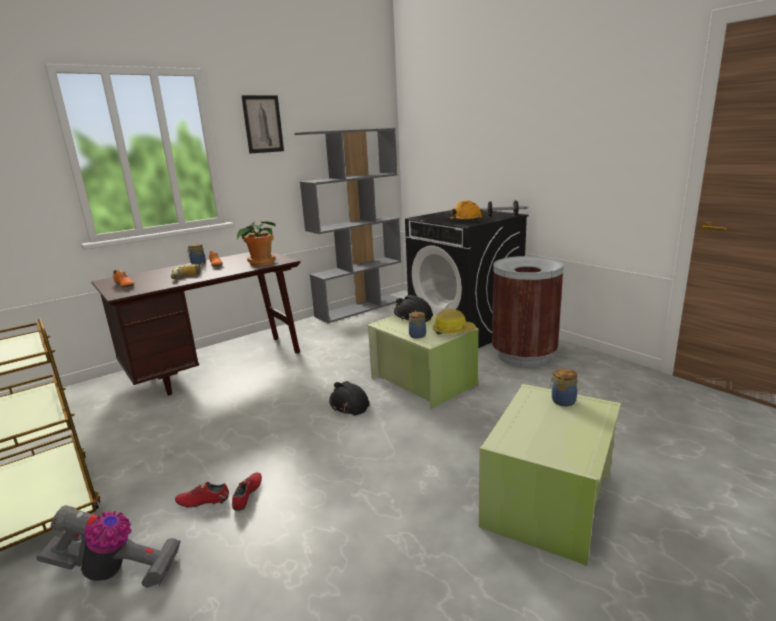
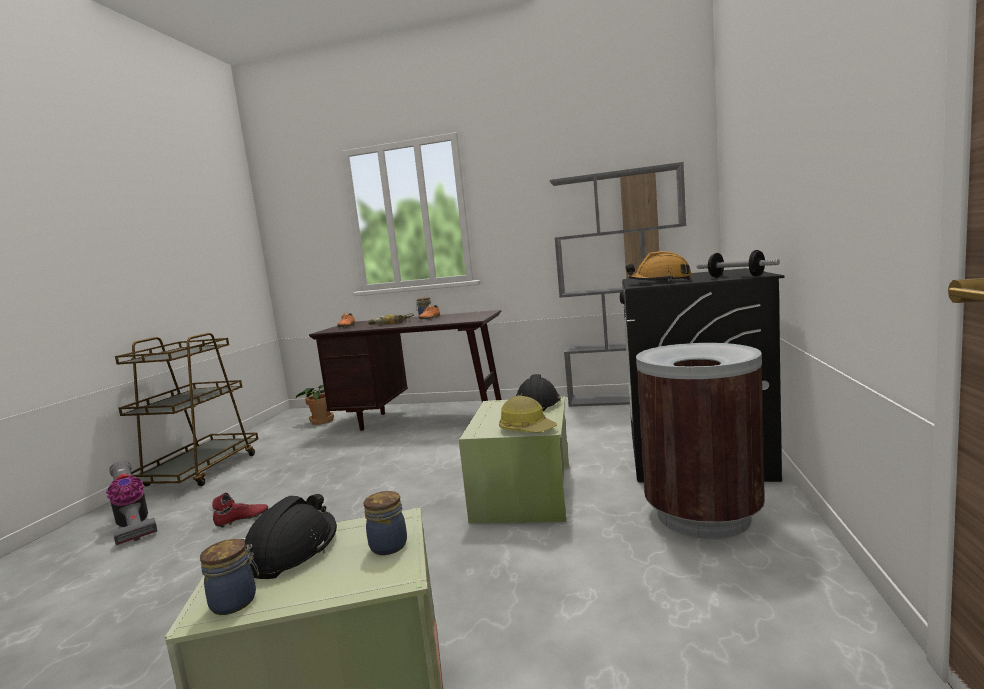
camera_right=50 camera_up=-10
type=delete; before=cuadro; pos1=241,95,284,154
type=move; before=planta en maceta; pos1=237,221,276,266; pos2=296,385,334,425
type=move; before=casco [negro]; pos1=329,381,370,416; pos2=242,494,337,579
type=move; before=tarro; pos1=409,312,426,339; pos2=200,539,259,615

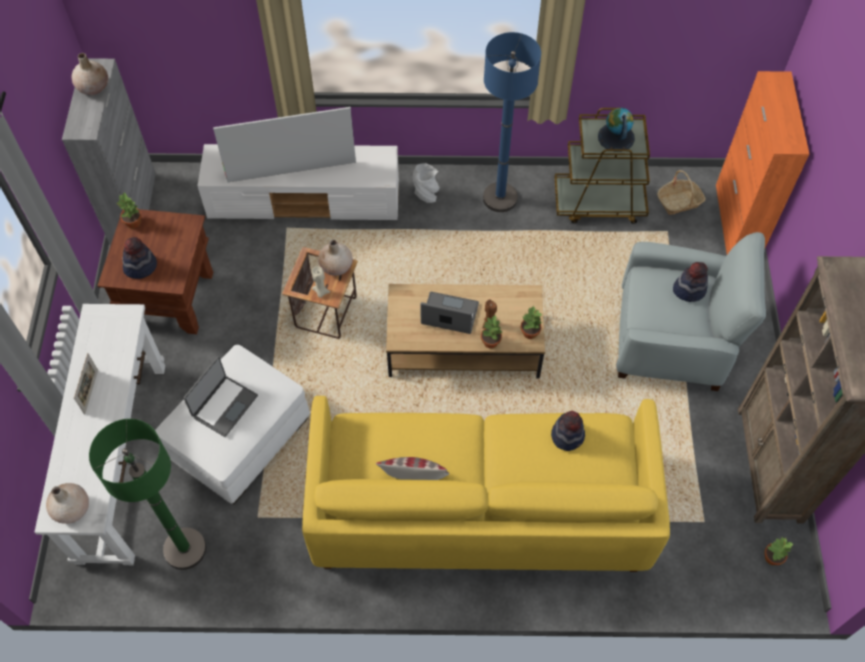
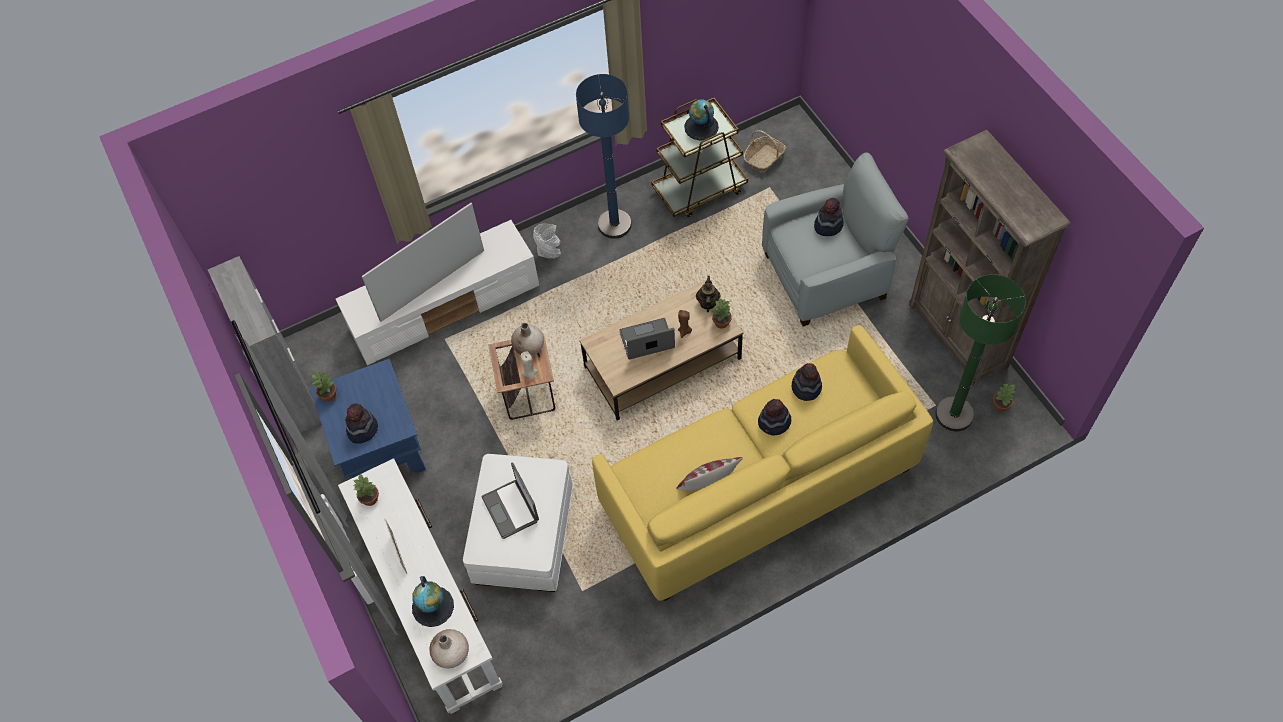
camera_right=-25 camera_up=0
type=delete; before=florero [beis]; pos1=71,53,108,95
type=delete; before=armario [naranja]; pos1=716,71,809,254
type=insert; after=globo terráqueo; pos2=412,576,454,627
type=insert; after=tetera; pos2=696,276,721,312
type=insert; after=sombrero; pos2=758,399,791,436
type=move; before=lámpara de pie [verde]; pos1=89,419,206,570; pos2=936,274,1026,432
type=move; before=planta en maceta; pos1=481,315,502,349; pos2=354,474,379,506
type=recolor; before=mesa auxiliar [marrón]; after=mesa auxiliar [azul]; pos1=97,209,213,334; pos2=310,359,426,478
type=rotate; before=portátil; pos1=183,356,258,437; pos2=481,462,539,539; turn=150

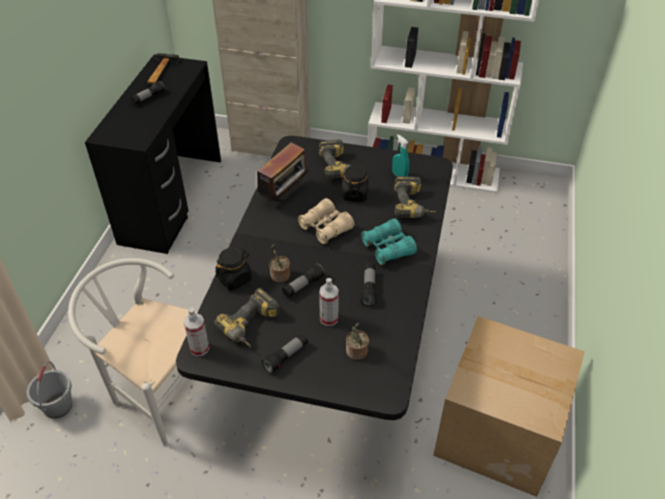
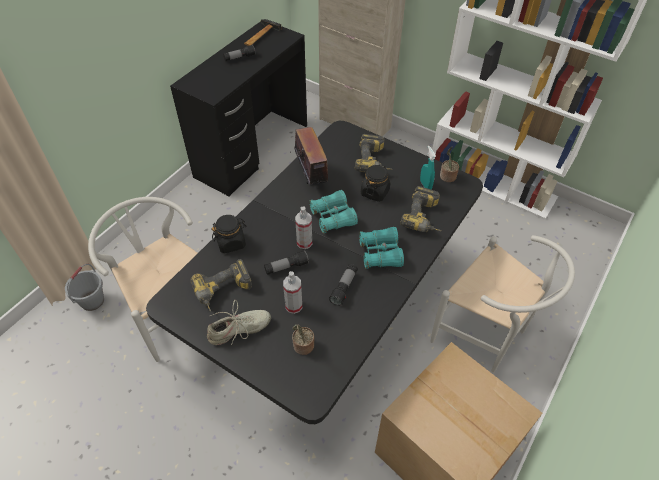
camera_right=20 camera_up=5
type=insert; after=silla [blanco]; pos2=430,235,575,373
type=move; before=pulverizador; pos1=184,308,210,356; pos2=295,206,312,249
type=move; before=planta en maceta; pos1=269,244,290,282; pos2=440,147,459,182
type=replace; before=linterna; after=zapato [beis]; pos1=261,333,308,374; pos2=207,300,271,345
type=recolor; before=prismáticos [beis]; after=prismáticos [turquesa]; pos1=297,198,354,244; pos2=309,190,358,233
type=rotate; before=radio; pos1=257,142,311,201; pos2=290,127,329,190; turn=-75

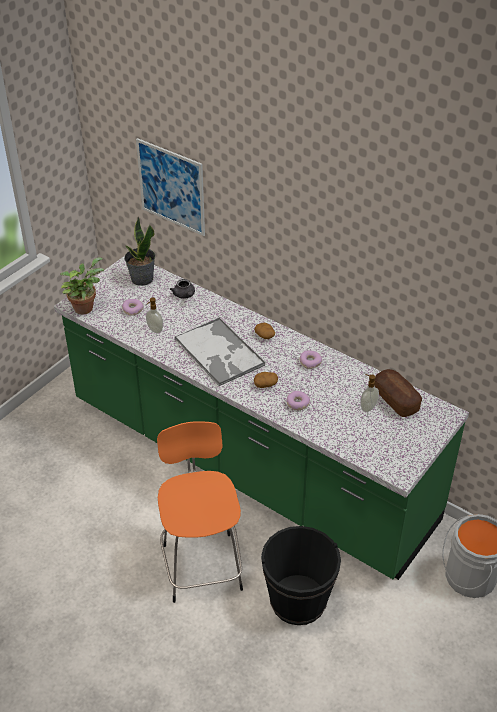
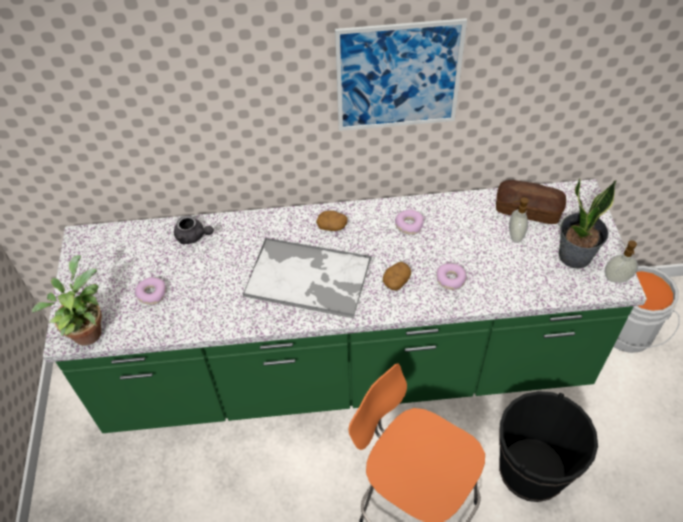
camera_right=-40 camera_up=10
type=move; before=planta en maceta; pos1=124,217,155,286; pos2=559,178,617,269
type=move; before=cuadro; pos1=136,138,205,236; pos2=335,18,467,131
type=move; before=dispensador de jabón; pos1=146,298,163,333; pos2=604,240,638,283

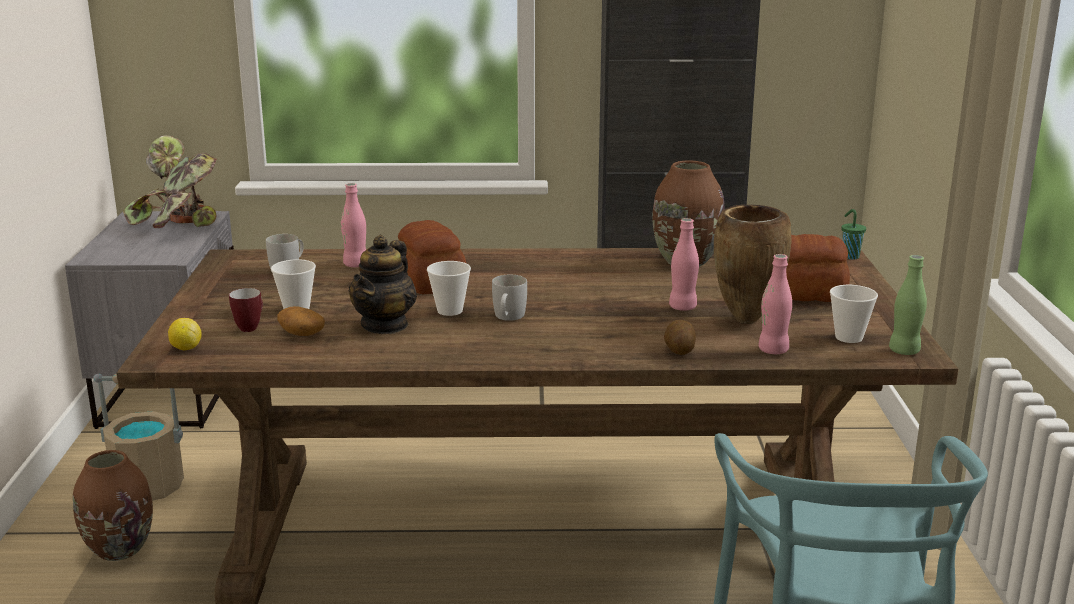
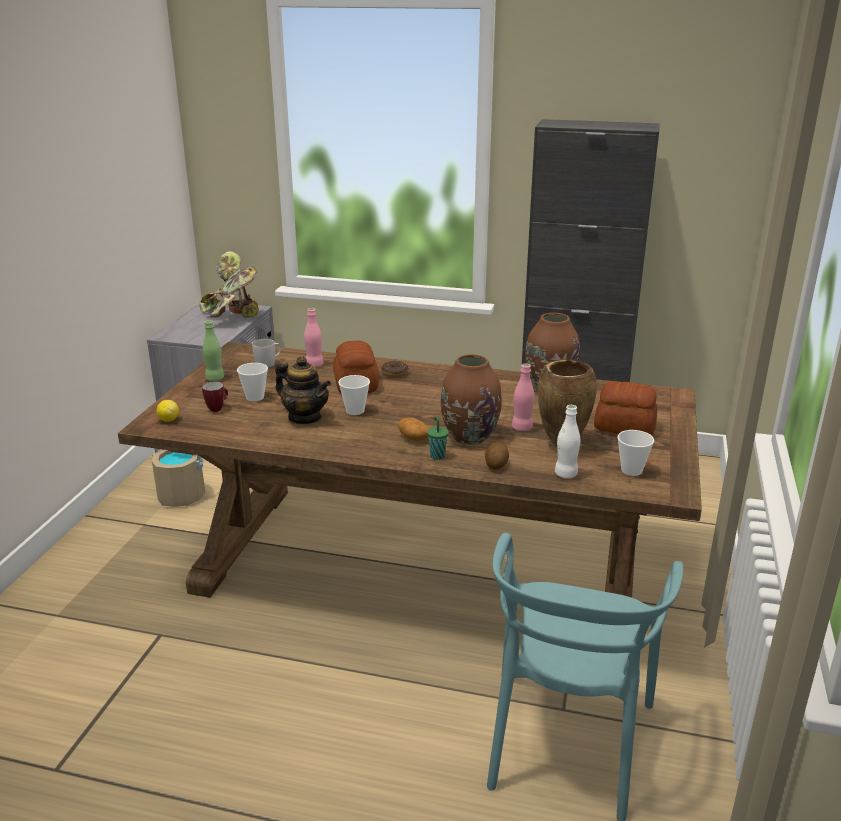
camera_right=15 camera_up=5
type=delete; before=taza grande [blanco]; pos1=492,275,527,321
type=insert; after=rosquilla; pos2=381,361,408,378
type=move; before=florero [marrón]; pos1=73,450,153,561; pos2=441,354,502,445
type=move; before=patata; pos1=277,306,325,336; pos2=398,418,430,441
type=move; before=taza [verde]; pos1=842,209,866,260; pos2=427,416,449,460
type=move; before=botella [verde]; pos1=889,255,927,355; pos2=202,320,224,381
type=recolor; before=botella [rosa]; after=botella [blanco]; pos1=758,254,792,354; pos2=555,405,580,479
type=rotate; before=tetera; pos1=349,235,417,334; pos2=275,356,331,424; turn=-90

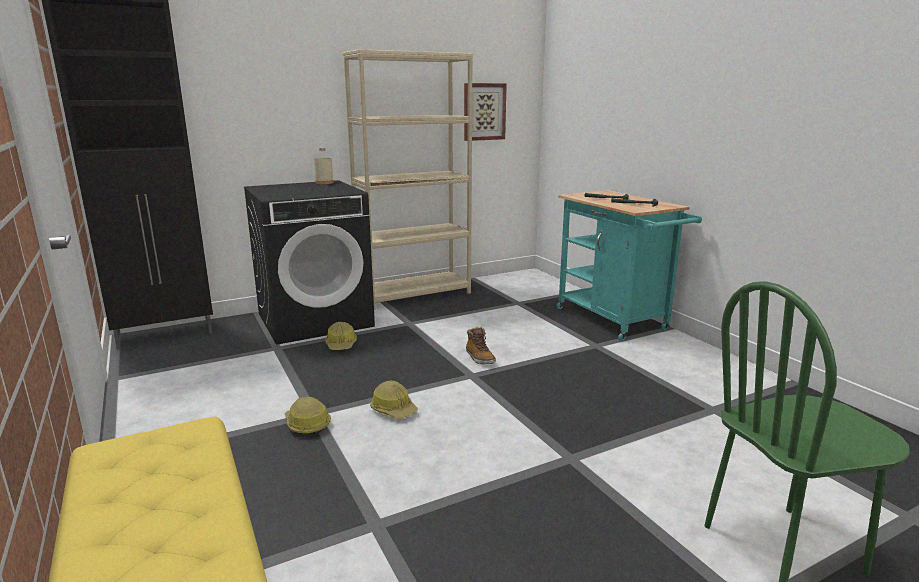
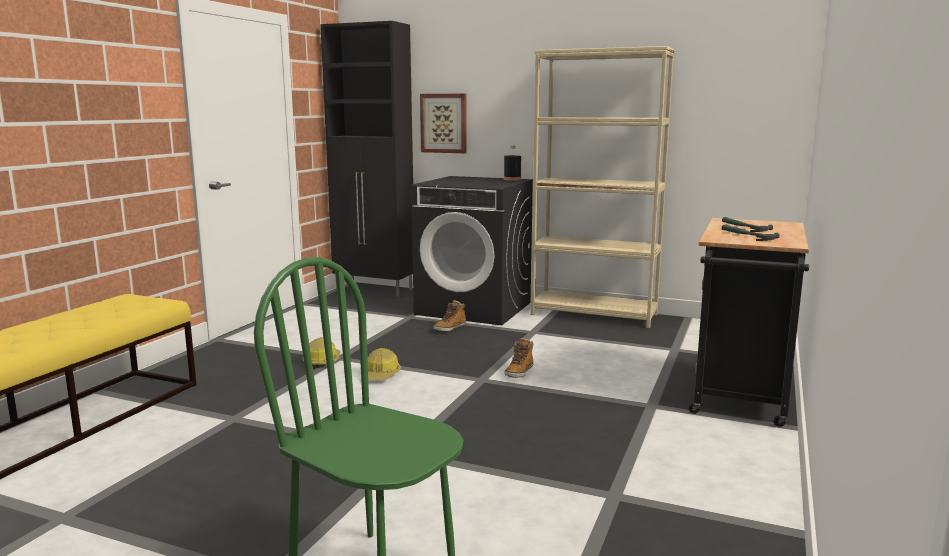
camera_right=50 camera_up=-5
type=move; before=cuadro; pos1=464,83,507,141; pos2=420,94,467,153
type=replace; before=casco; after=bota; pos1=325,322,357,350; pos2=433,300,466,332
type=recolor; before=botella [beis]; after=botella [negro]; pos1=314,148,334,184; pos2=504,146,521,181
type=recolor; before=carrito [turquesa]; after=carrito [negro]; pos1=556,190,702,341; pos2=689,218,809,427

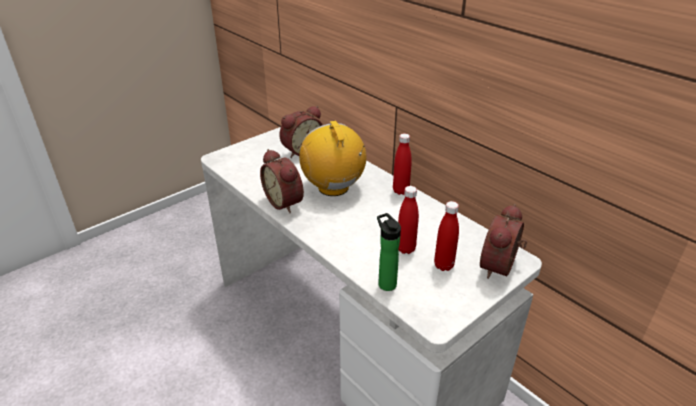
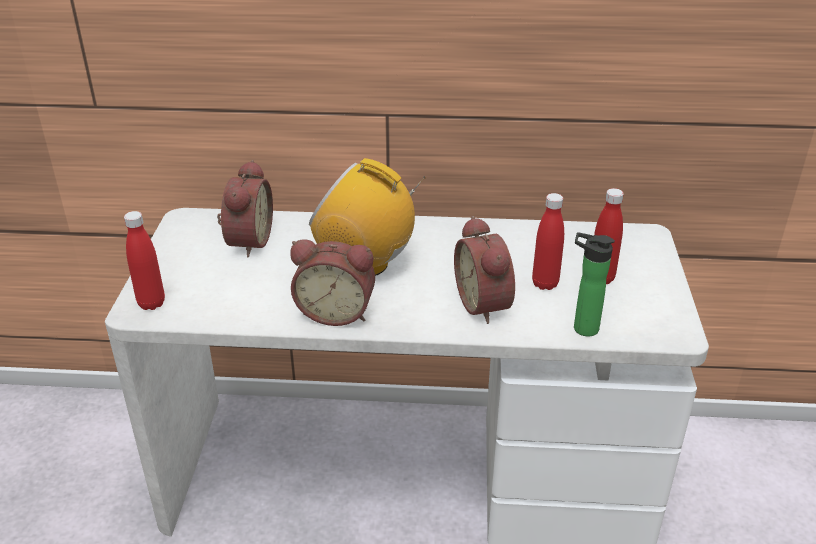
camera_right=-45 camera_up=0
type=move; before=botella [rojo]; pos1=393,134,412,195; pos2=124,211,165,310
type=move; before=despertador; pos1=480,204,527,279; pos2=454,216,515,324

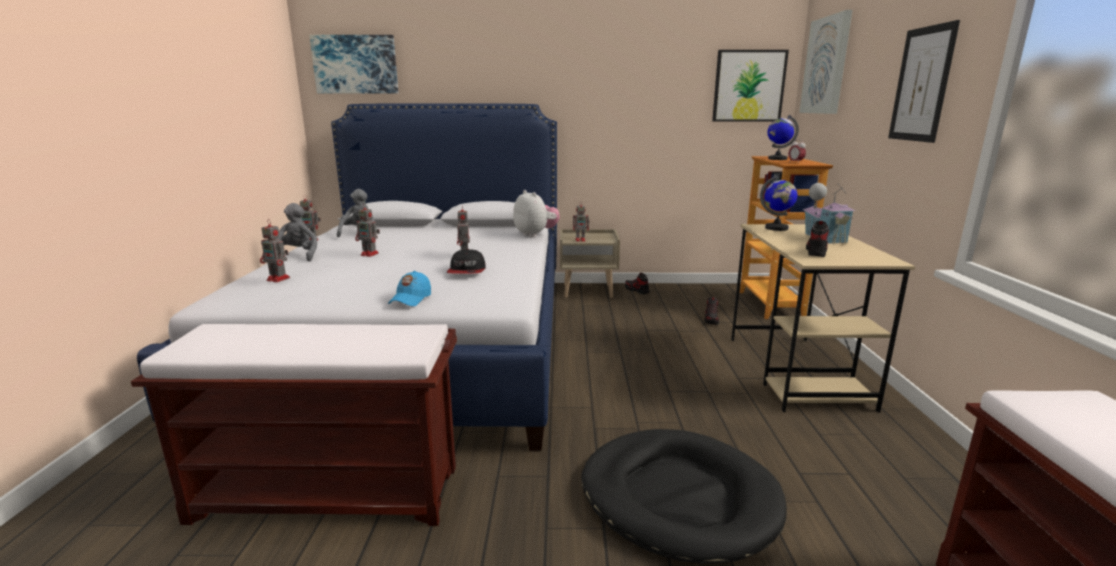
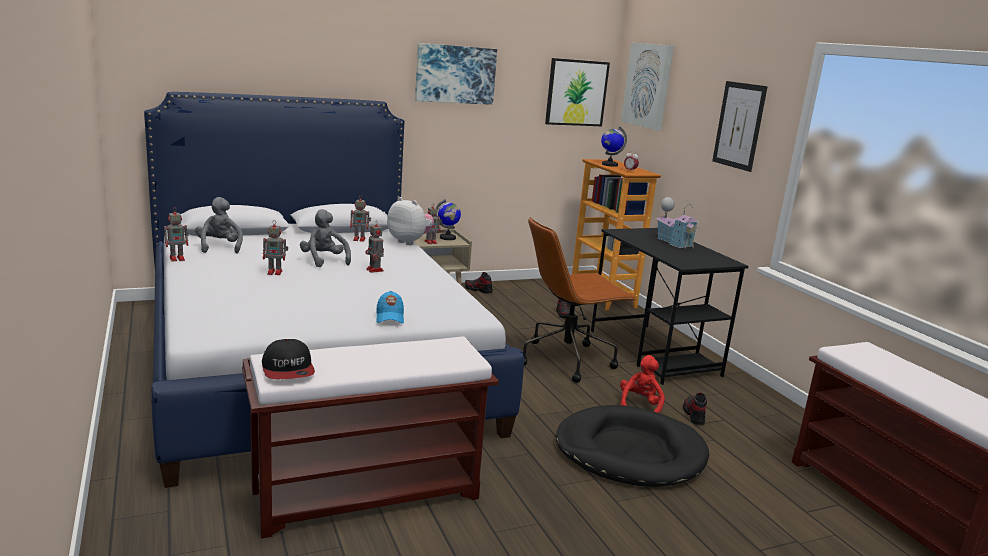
camera_right=-25 camera_up=0
type=insert; after=silla de oficina [marrón]; pos2=523,217,637,383
type=insert; after=peluche [rojo]; pos2=620,355,665,413
type=move; before=robot de juguete; pos1=260,220,290,282; pos2=350,197,371,242
type=move; before=peluche [gris]; pos1=276,203,317,261; pos2=300,209,351,267
type=move; before=cuadro; pos1=309,35,398,94; pos2=415,43,497,105
type=move; before=gorra; pos1=447,249,486,274; pos2=262,339,315,379
type=move; before=globo terráqueo; pos1=760,176,797,231; pos2=436,199,461,240
type=move; before=zapato; pos1=806,221,829,257; pos2=683,392,707,425
type=recolor; before=escritorio [beis]; after=escritorio [negro]; pos1=731,224,915,413; pos2=591,228,748,385

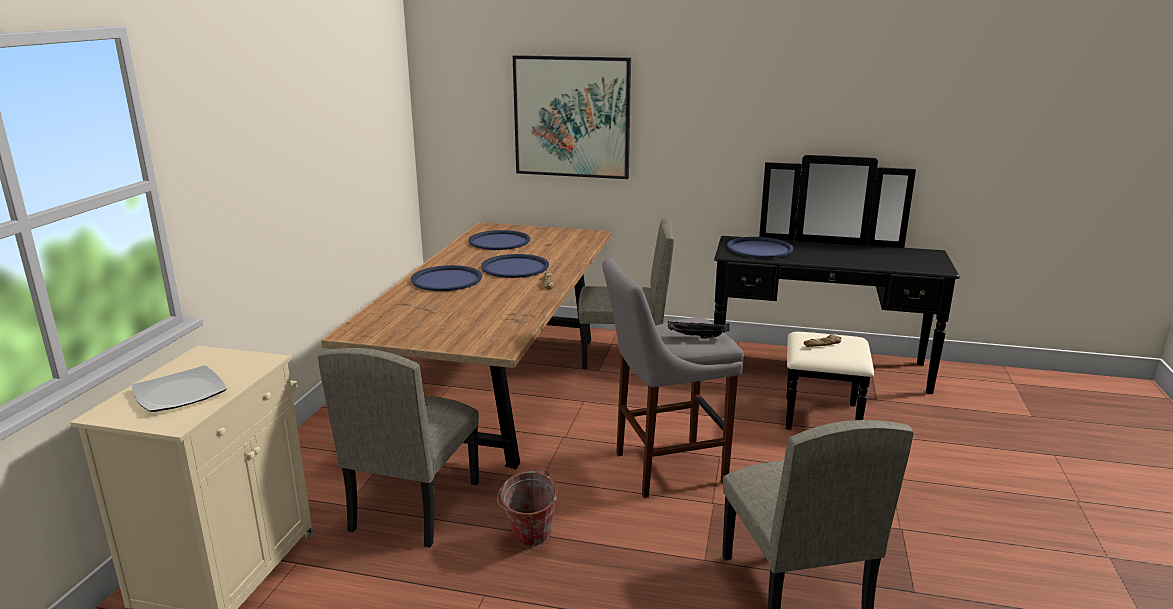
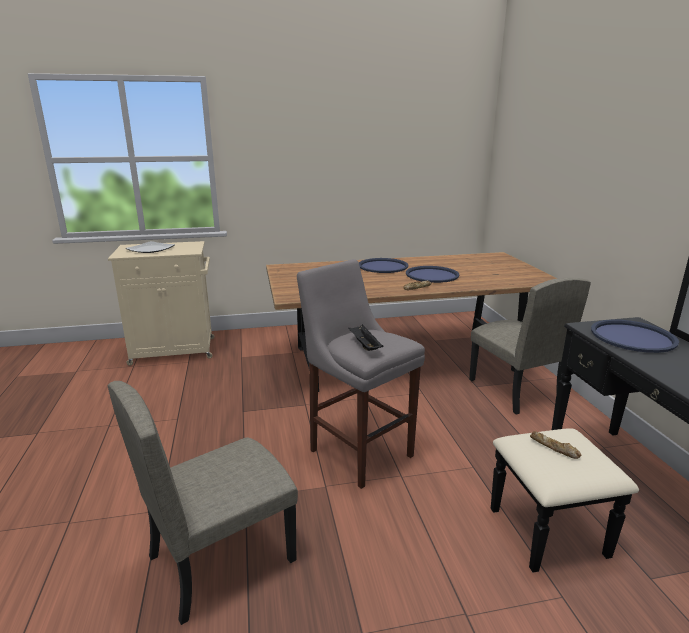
camera_right=65 camera_up=0
type=delete; before=silla [beis]; pos1=318,348,479,548
type=delete; before=bandeja [azul]; pos1=468,230,530,250
type=delete; before=cubo; pos1=497,471,558,546
type=delete; before=cuadro; pos1=513,55,631,179

